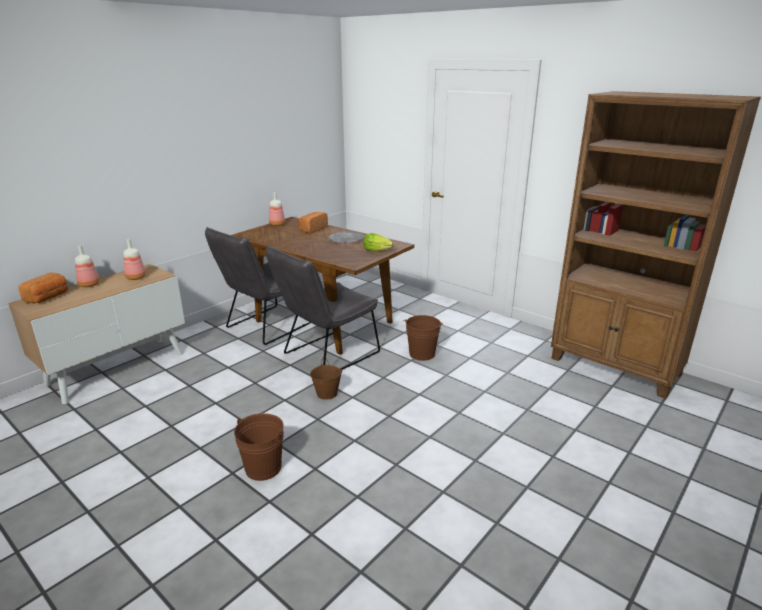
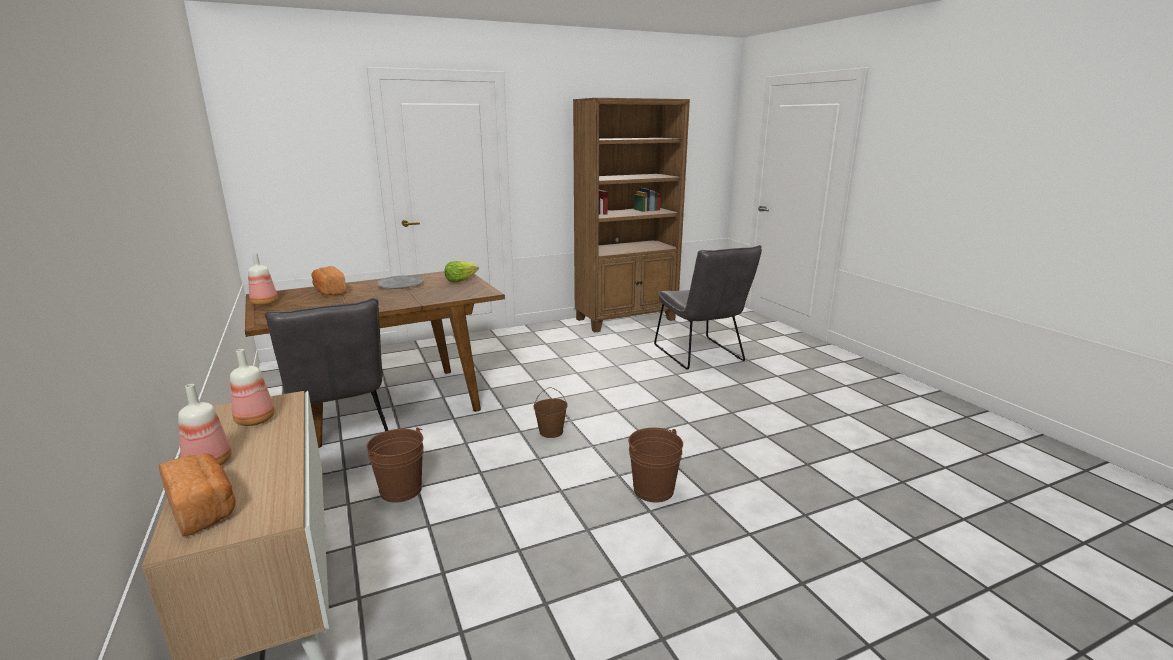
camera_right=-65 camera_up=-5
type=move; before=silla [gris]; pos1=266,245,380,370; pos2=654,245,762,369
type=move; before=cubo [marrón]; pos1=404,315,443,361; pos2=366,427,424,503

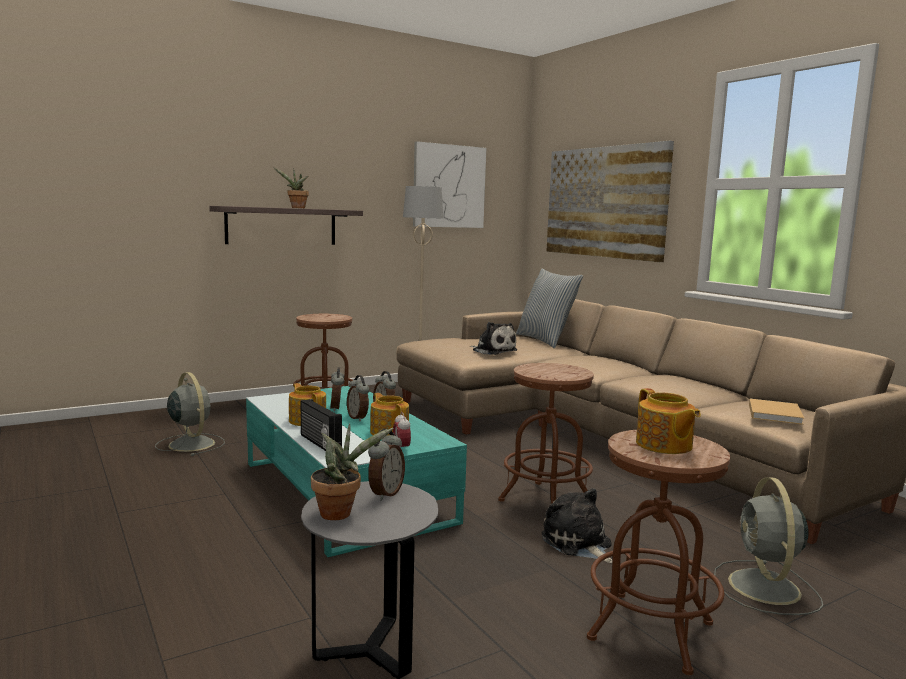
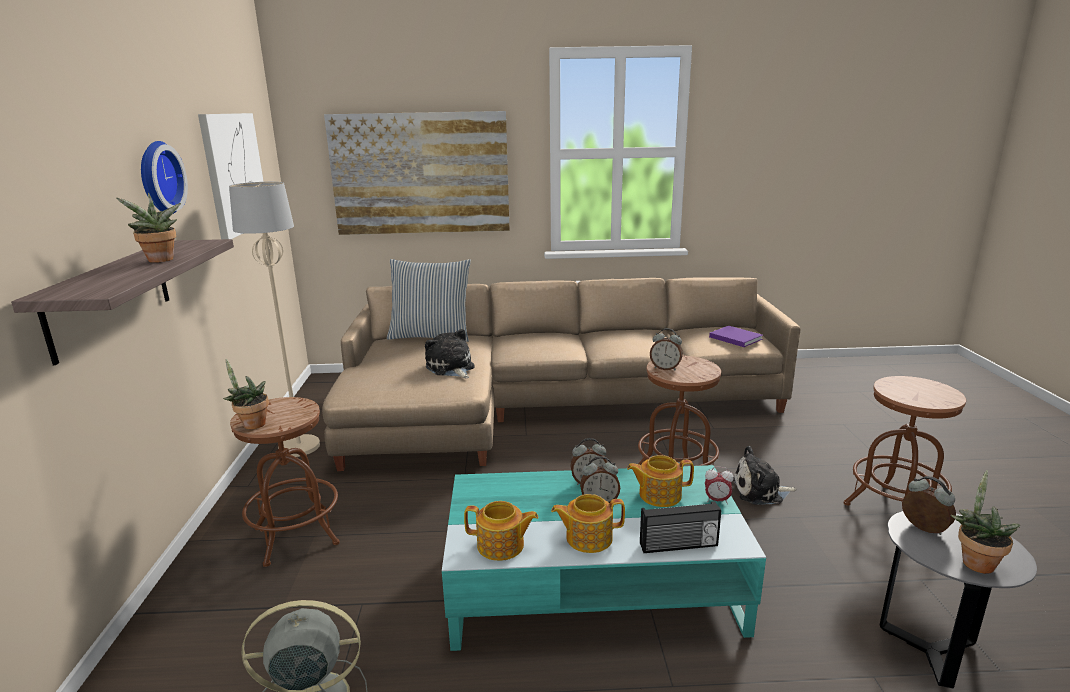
camera_right=-60 camera_up=10
type=delete; before=ventilador [gris]; pos1=714,477,823,615
type=insert; after=reloj de pared; pos2=141,141,188,214
type=insert; after=planta en maceta; pos2=223,359,269,430
type=move; before=despertador; pos1=330,367,344,411; pos2=650,328,683,370
type=move; before=tetera; pos1=636,388,701,454; pos2=464,501,538,561
type=recolor; before=libro [beis]; after=libro [morado]; pos1=749,399,804,425; pos2=709,326,763,347
type=rotate; before=peluche; pos1=470,322,518,355; pos2=425,329,475,378; turn=-105

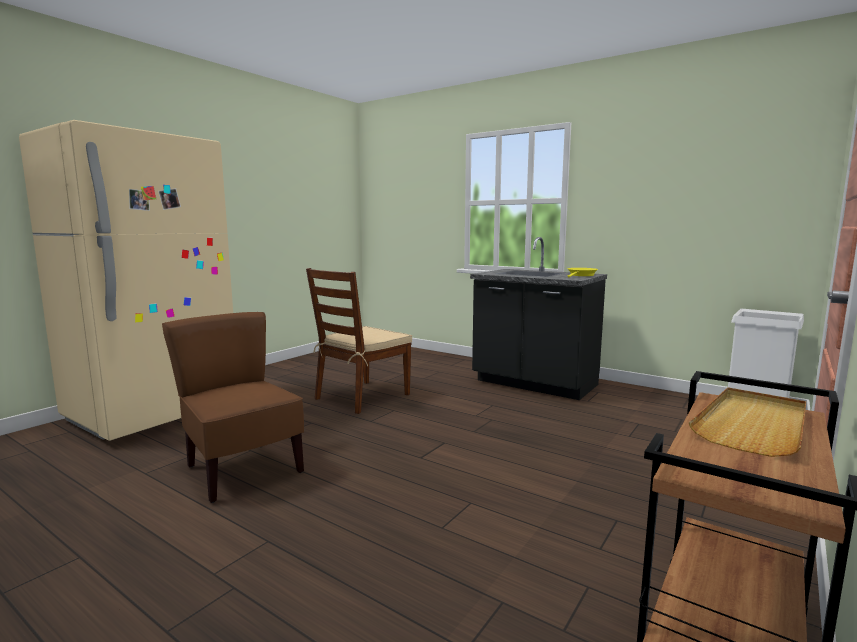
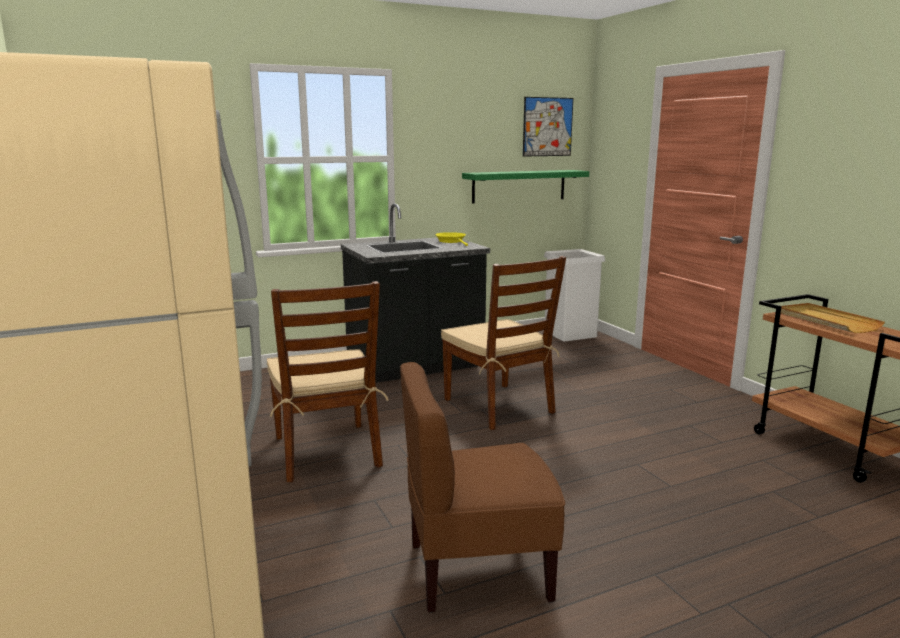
camera_right=-60 camera_up=5
type=insert; after=silla [marrón]; pos2=441,256,566,430
type=insert; after=estante [verde]; pos2=462,170,589,204
type=insert; after=cuadro; pos2=523,97,573,157

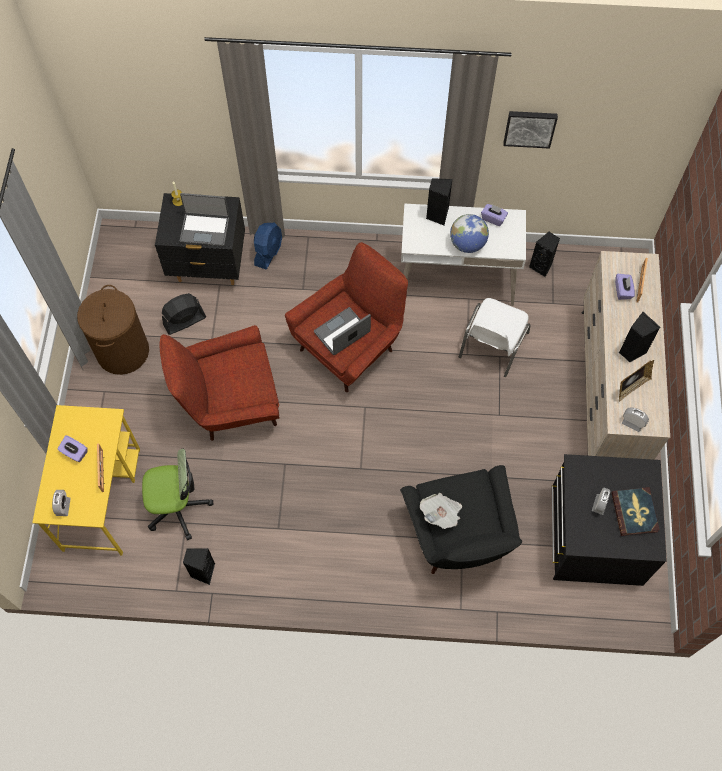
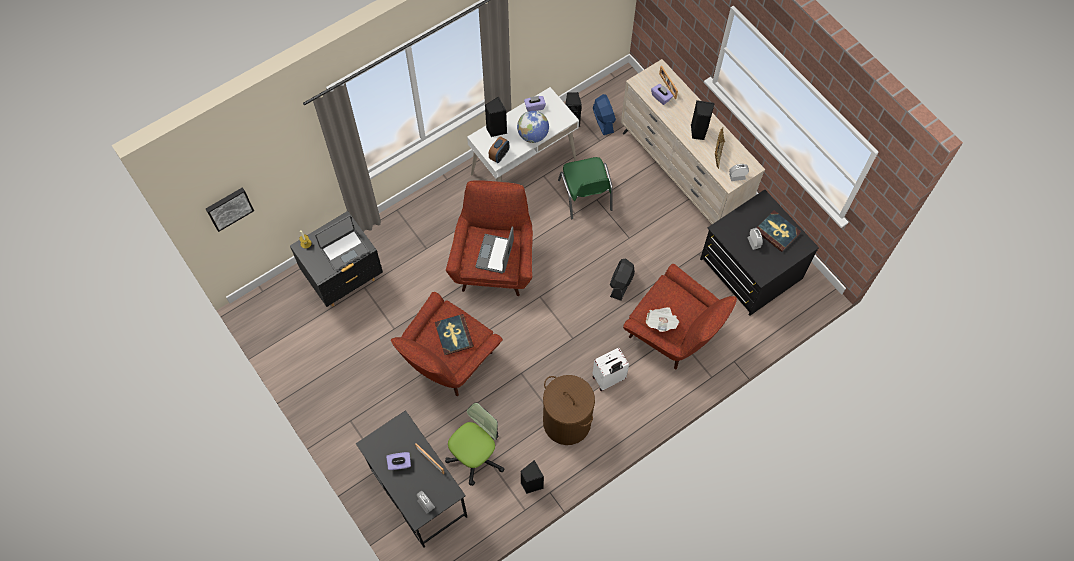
camera_right=-40 camera_up=0
type=insert; after=libro; pos2=435,314,474,355
type=insert; after=despertador; pos2=489,136,509,163
type=insert; after=maleta [blanco]; pos2=592,348,629,391
type=move; before=cesto de la ropa [marrón]; pos1=77,285,149,375; pos2=543,375,595,445
type=move; before=ventilador [negro]; pos1=162,293,206,335; pos2=610,259,635,301
type=move; before=ventilador [azul]; pos1=254,223,282,270; pos2=593,94,616,135
type=move; before=cuadro; pos1=504,111,558,149; pos2=206,187,254,232
type=recolor; before=escritorio [amarillo]; after=escritorio [negro]; pos1=32,405,140,555; pos2=356,410,467,548
type=recolor; before=sillón [negro]; after=sillón [rojo]; pos1=400,465,522,574; pos2=623,264,737,369
type=recolor; before=silla [blanco]; after=silla [verde]; pos1=459,298,530,377; pos2=558,157,613,219

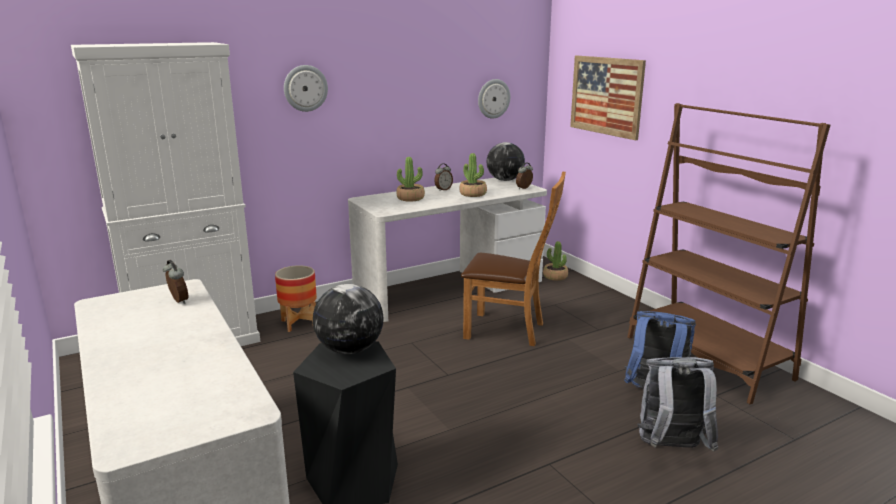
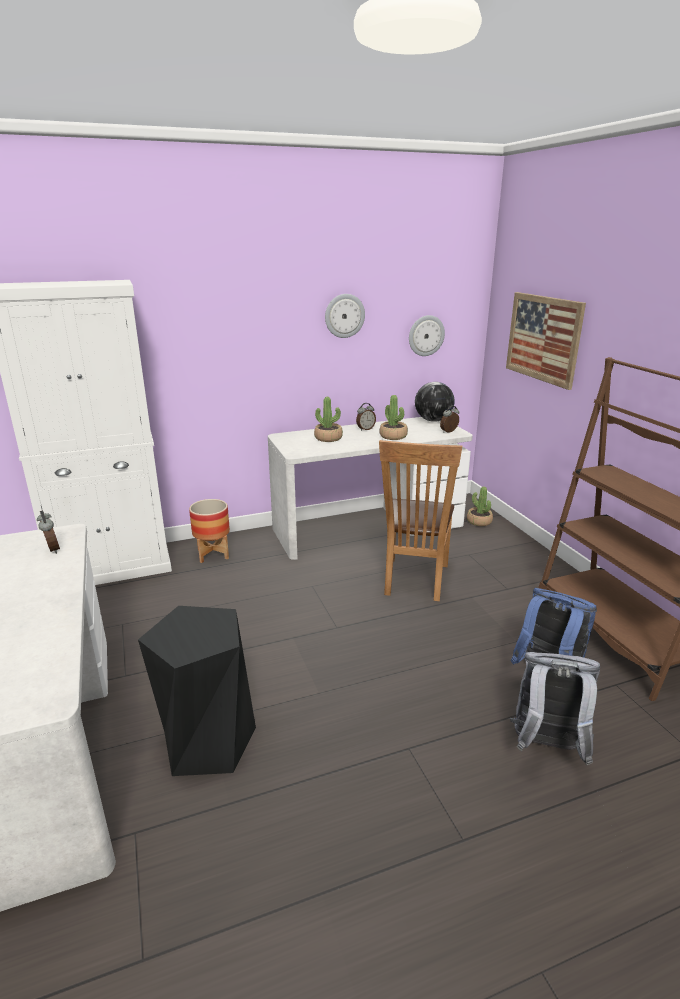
camera_right=10 camera_up=5
type=delete; before=globo terráqueo; pos1=313,284,384,354
type=move; before=reloj de pared; pos1=284,65,328,112; pos2=325,294,365,338
type=rotate; before=silla [marrón]; pos1=461,171,566,346; pos2=379,440,462,601; turn=75

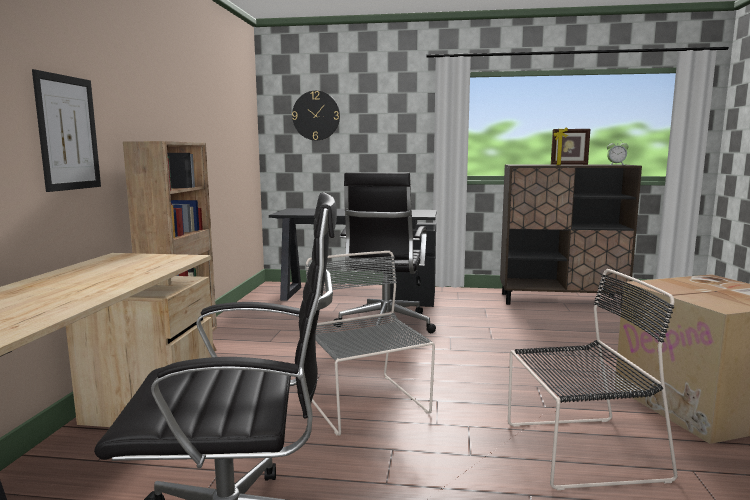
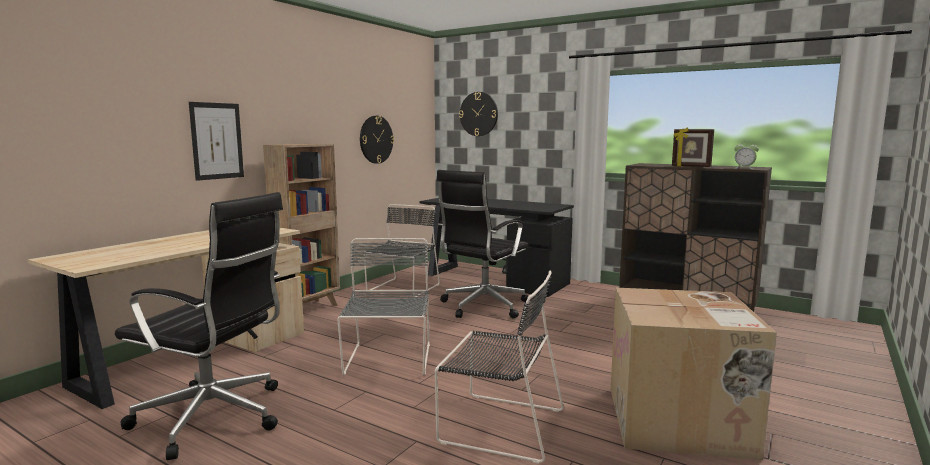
camera_right=25 camera_up=0
type=insert; after=reloj de pared; pos2=360,116,394,164
type=insert; after=silla [negro]; pos2=364,204,440,297

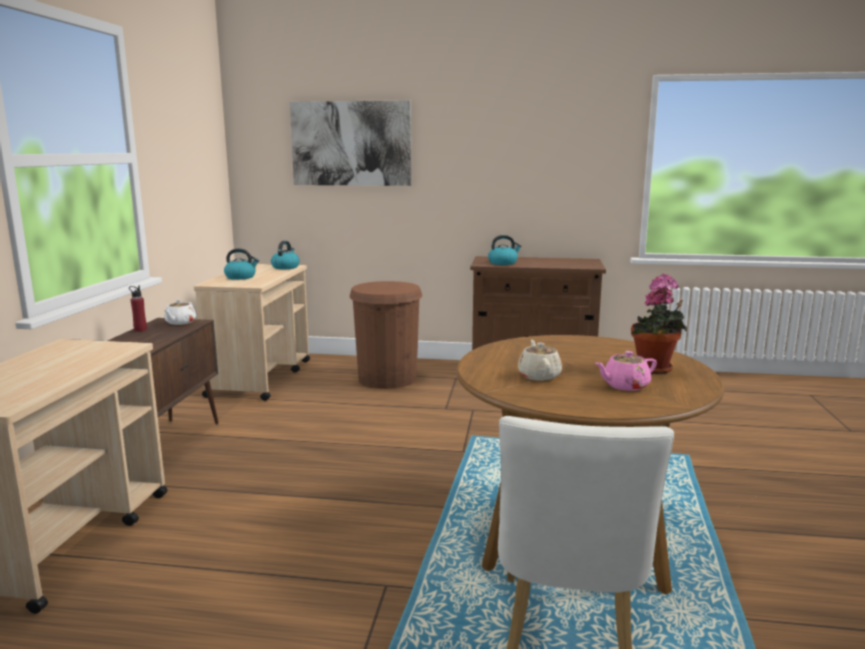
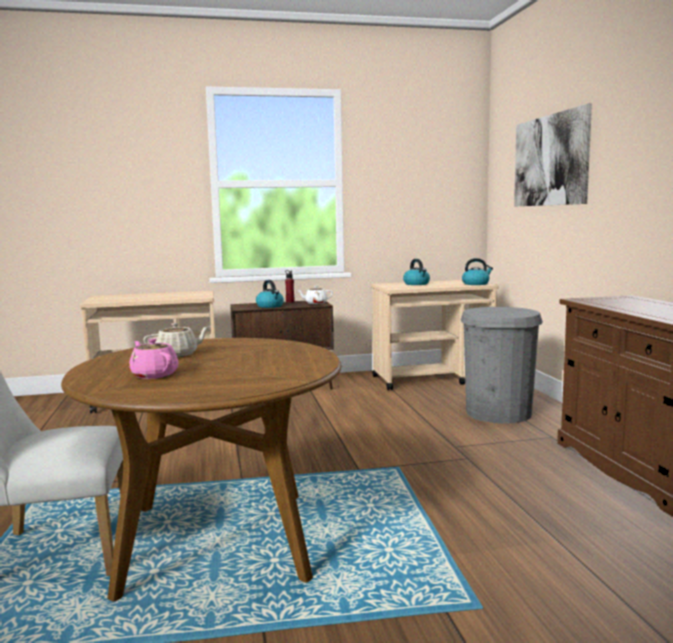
camera_right=70 camera_up=-5
type=delete; before=planta en maceta; pos1=631,274,687,374
type=move; before=hervidor; pos1=488,235,522,265; pos2=256,280,284,308
type=recolor; before=papelera [marrón]; after=papelera [gris]; pos1=350,281,422,389; pos2=460,307,543,423

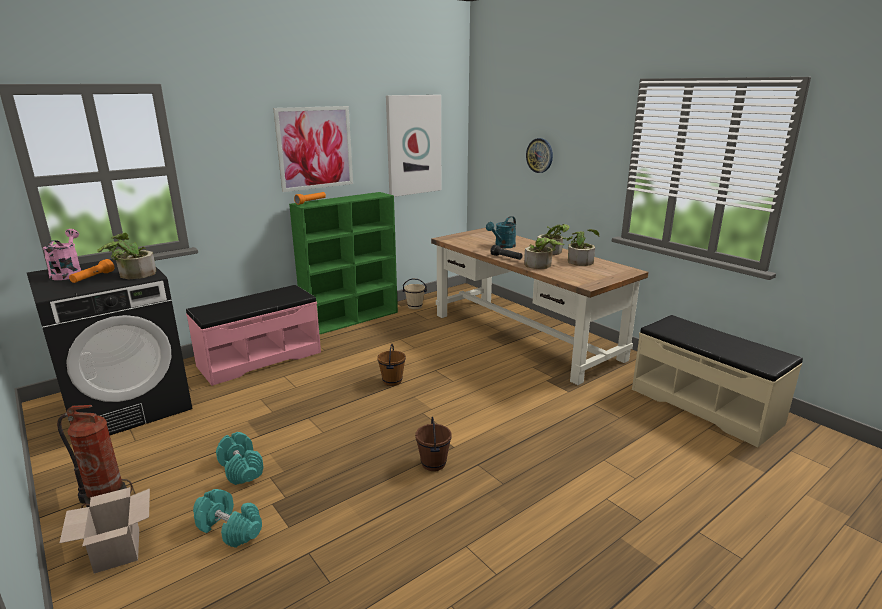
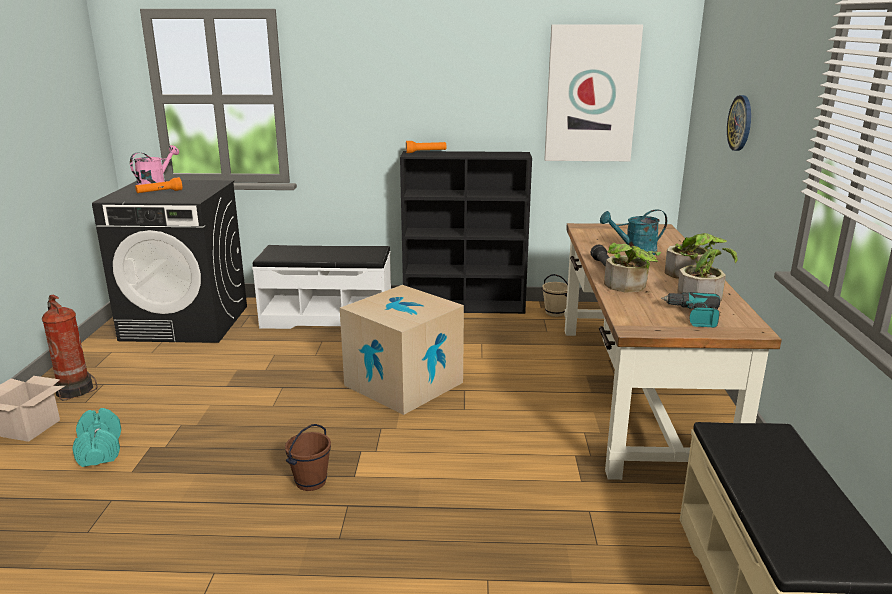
camera_right=40 camera_up=0
type=delete; before=planta en maceta; pos1=97,233,156,279
type=delete; before=mancuerna [turquesa]; pos1=216,432,263,485
type=delete; before=cuadro; pos1=273,106,353,192
type=insert; after=taladro; pos2=661,292,720,328
type=replace; before=cubo [marrón]; after=caja de cartón; pos1=377,344,406,386; pos2=340,285,464,415
type=recolor; before=banco [rosa]; after=banco [blanco]; pos1=186,285,321,386; pos2=252,245,391,329
type=recolor; before=estantería [verde]; after=estantería [negro]; pos1=289,192,398,335; pos2=400,151,532,314

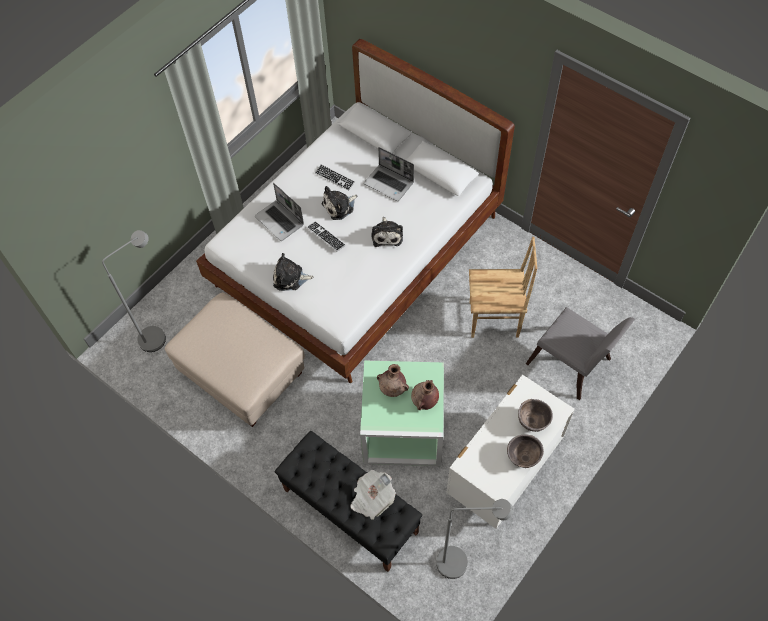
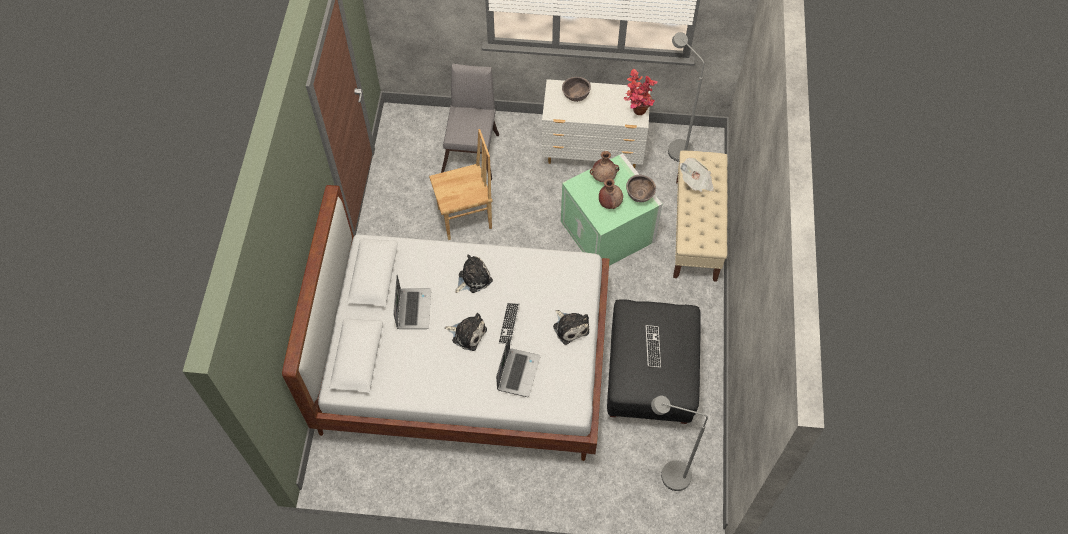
camera_right=-125 camera_up=0
type=insert; after=planta en maceta; pos2=624,69,658,115
type=move; before=teclado; pos1=315,164,355,191; pos2=646,325,661,368
type=move; before=cuenco [marrón]; pos1=507,435,544,468; pos2=626,175,656,202
type=recolor; before=puf [beis]; after=puf [negro]; pos1=165,292,305,427; pos2=607,299,701,424
type=recolor; before=banco [negro]; after=banco [beis]; pos1=275,431,422,572; pos2=673,151,728,282
type=rotate; before=silla [marrón]; pos1=469,237,537,338; pos2=429,129,492,240; turn=105

